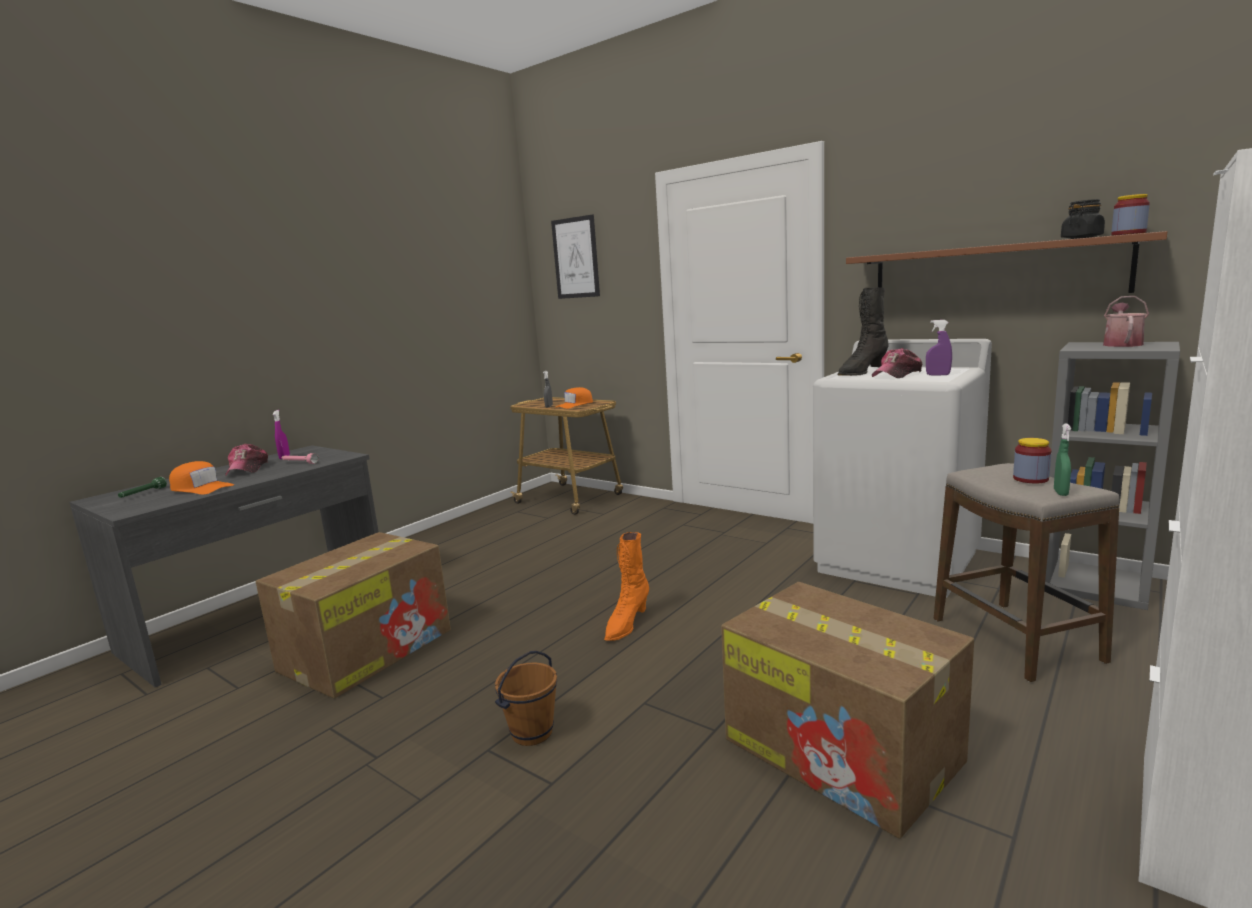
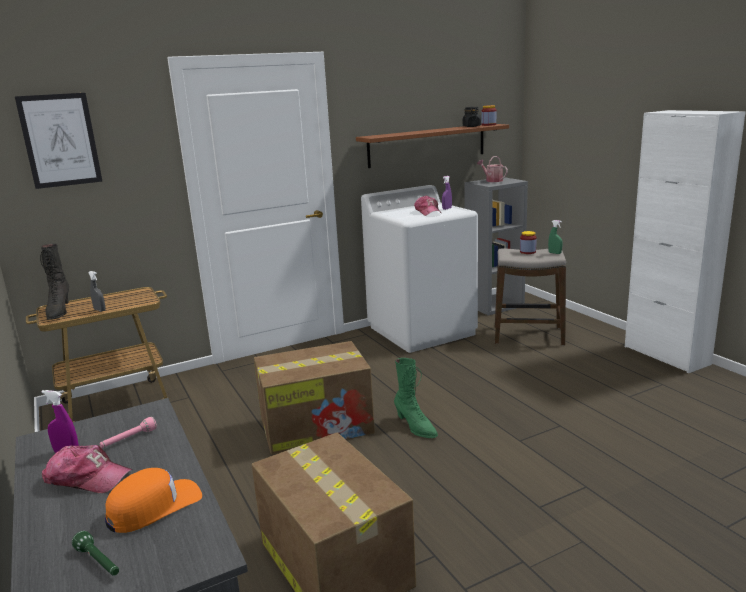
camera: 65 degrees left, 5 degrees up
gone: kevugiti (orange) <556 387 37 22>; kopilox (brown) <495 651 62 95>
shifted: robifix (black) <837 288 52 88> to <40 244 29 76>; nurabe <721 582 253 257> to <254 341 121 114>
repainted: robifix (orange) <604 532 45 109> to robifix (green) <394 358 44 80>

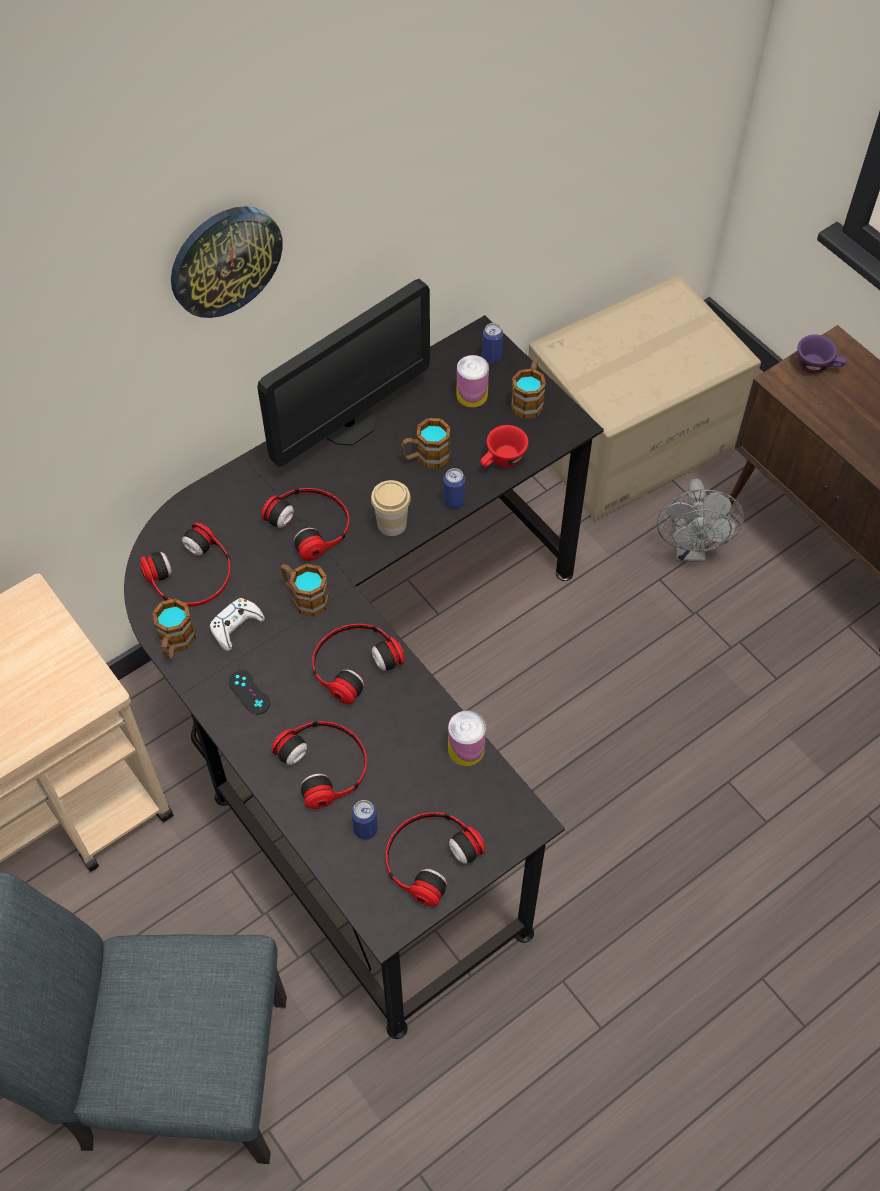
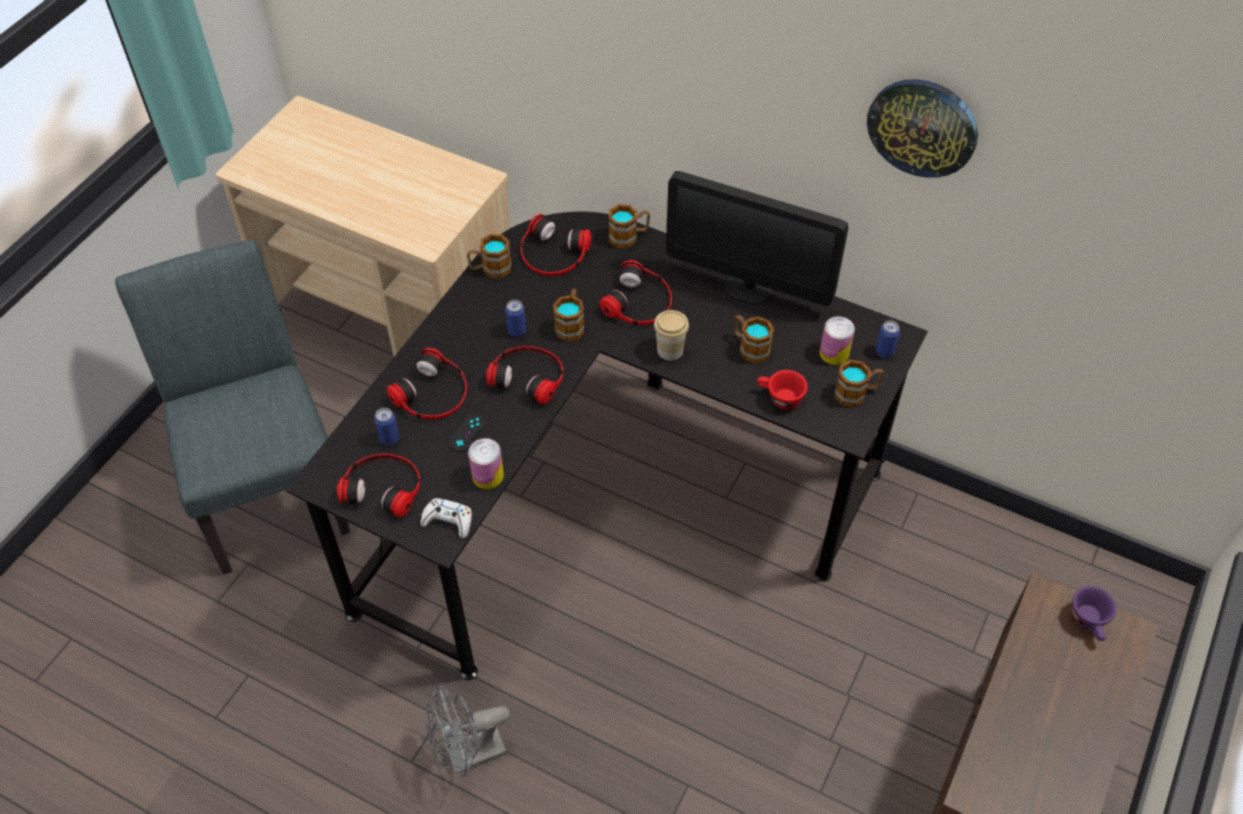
camera: 65 degrees right, 5 degrees down
gone: nurabe <528 275 233 245>
new: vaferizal <608 204 42 44>
shifted: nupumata <171 206 112 112> to <867 79 111 99>; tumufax <444 468 21 41> to <505 300 21 37>; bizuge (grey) <657 479 87 83> to <425 685 85 92>; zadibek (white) <210 598 55 53> to <420 498 52 40>; zadibek (black) <228 670 42 45> to <450 415 35 37>

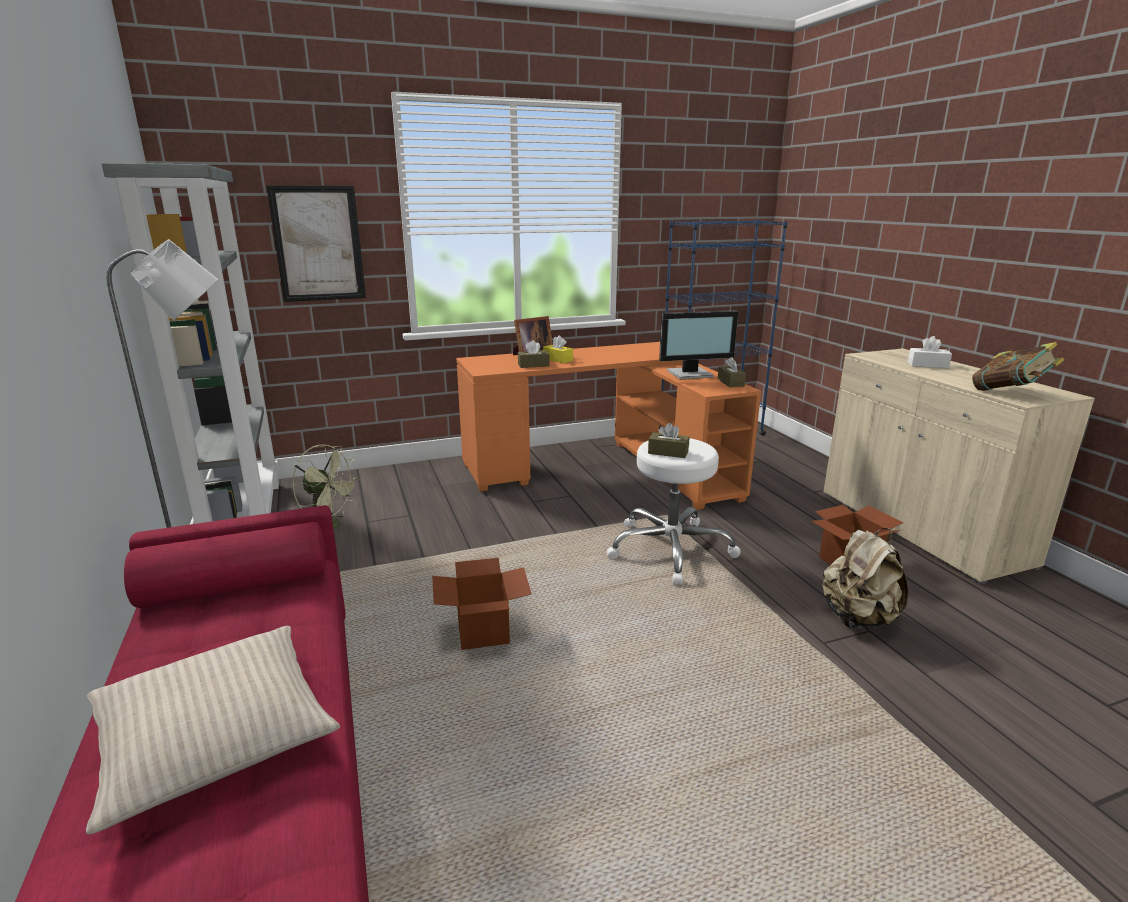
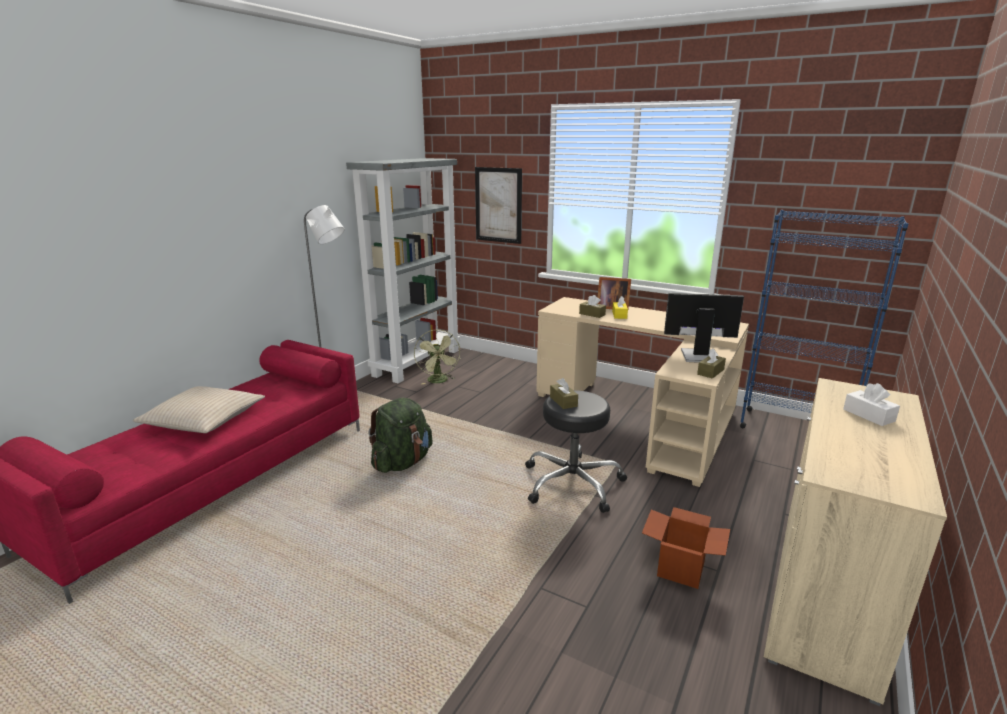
camera: 50 degrees right, 0 degrees up
gone: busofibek <972 342 92 49>; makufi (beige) <822 528 86 101>
swapped: nurabe <432 558 100 92> to makufi (green) <368 398 65 75>
repainted: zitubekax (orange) <456 342 305 168> to zitubekax (beige) <536 297 213 190>; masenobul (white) <606 438 134 147> to masenobul (black) <525 390 102 123>
rotated: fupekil <659 310 79 69> = <664 293 80 70> 150 degrees clockwise

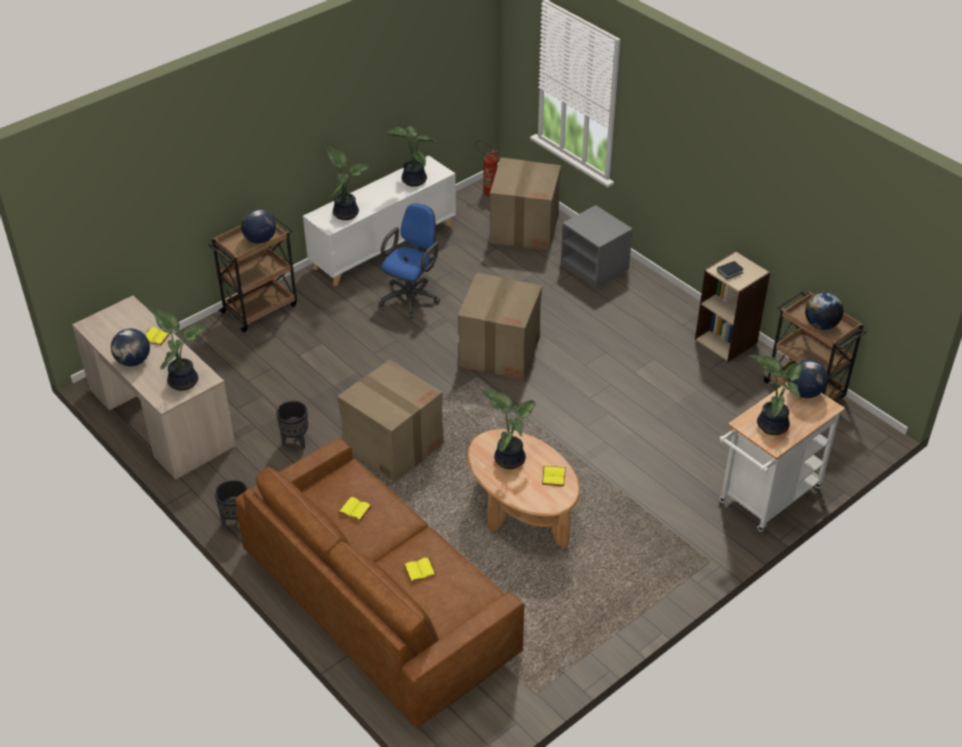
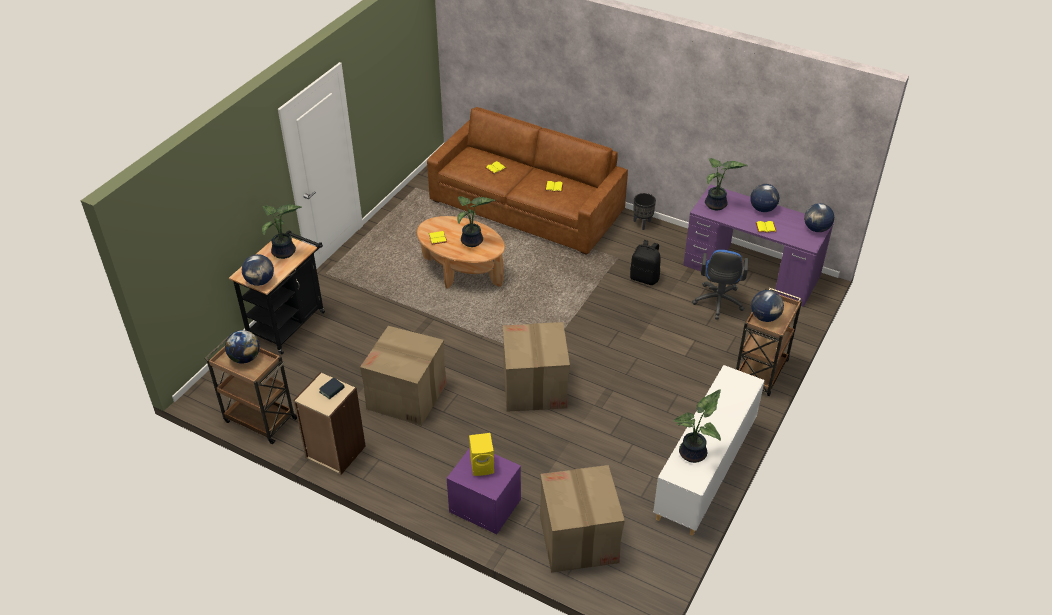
camera: 160 degrees right, 0 degrees up
gone: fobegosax <475 140 24 56>; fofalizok <325 146 45 74>
new: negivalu <804 203 30 29>; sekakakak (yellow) <469 433 25 43>
shifted: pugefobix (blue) <378 204 62 115> to <692 250 57 70>; nurabe <337 359 107 124> to <360 326 87 100>
swapped: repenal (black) <276 401 32 48> to makufi (black) <630 240 30 45>
repainted: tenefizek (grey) <561 205 72 83> to tenefizek (purple) <446 448 75 86>; zitubekax (beige) <72 295 163 185> to zitubekax (purple) <683 184 151 123>; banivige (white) <719 383 126 149> to banivige (black) <229 230 96 124>

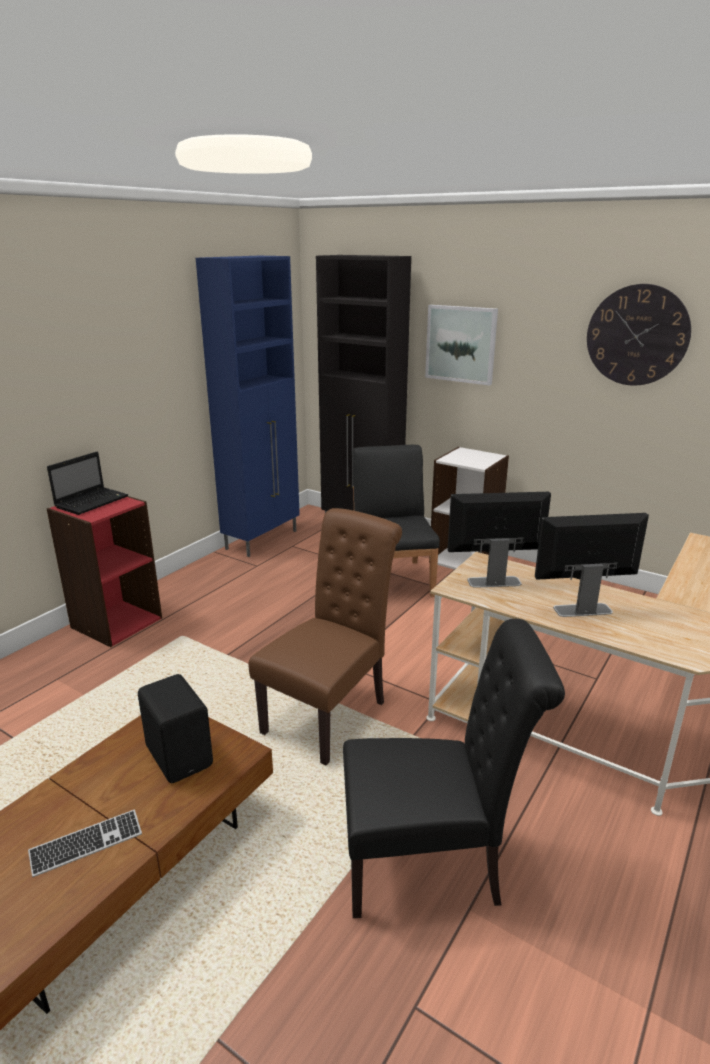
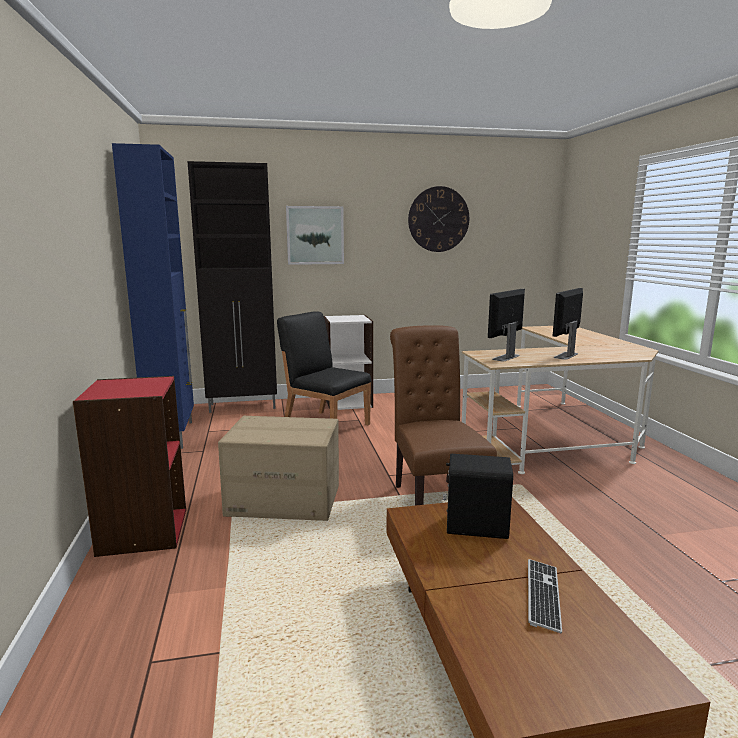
camera: 45 degrees left, 10 degrees down
gone: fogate <47 452 81 63>; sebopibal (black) <343 619 222 299>
new: nurabe <218 416 121 105>

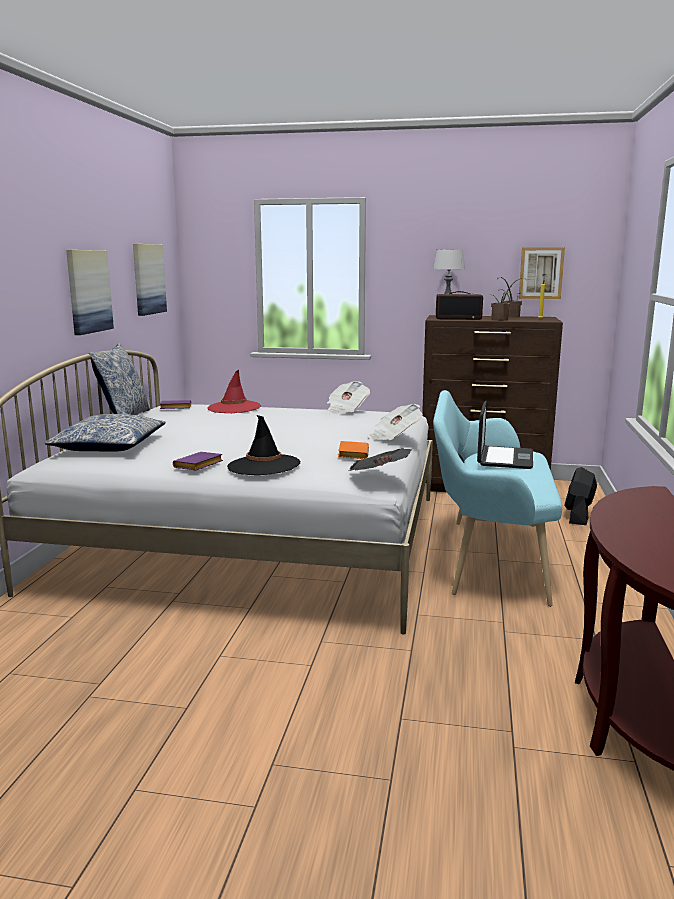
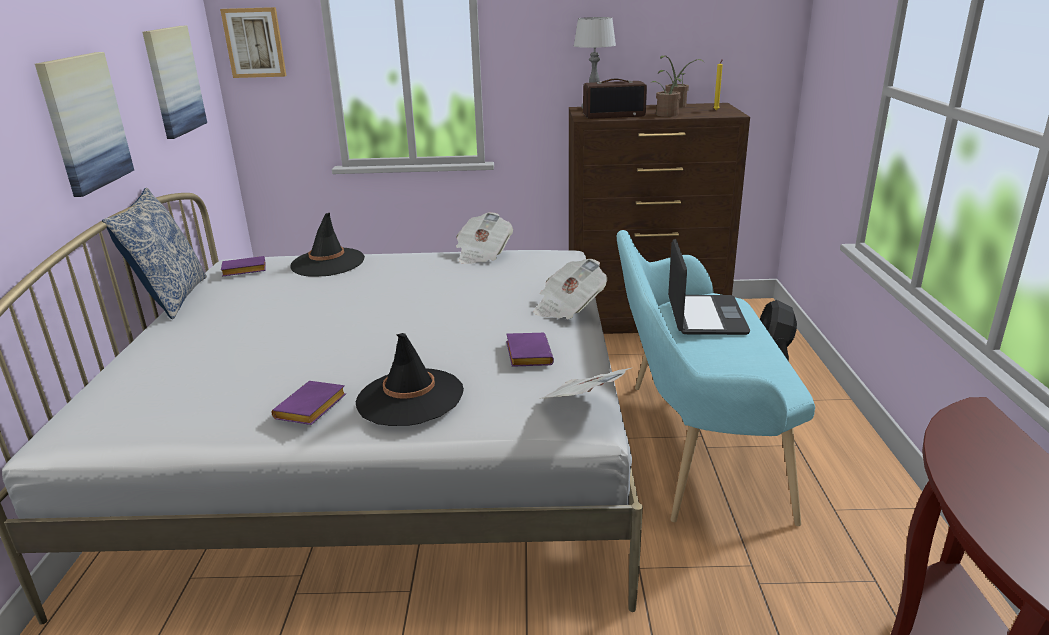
camera: 10 degrees left, 10 degrees up
gone: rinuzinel <45 414 121 38>
shifted: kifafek <519 247 46 52> to <220 7 67 71>
repainted: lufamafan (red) <207 370 54 43> to lufamafan (black) <290 213 75 63>; busofibek (orange) <338 441 31 18> to busofibek (purple) <506 333 48 34>

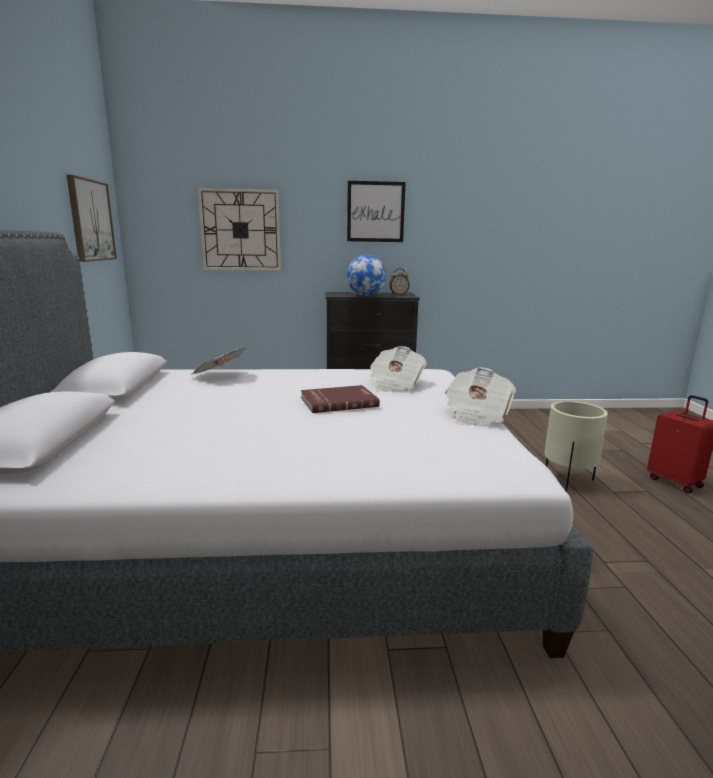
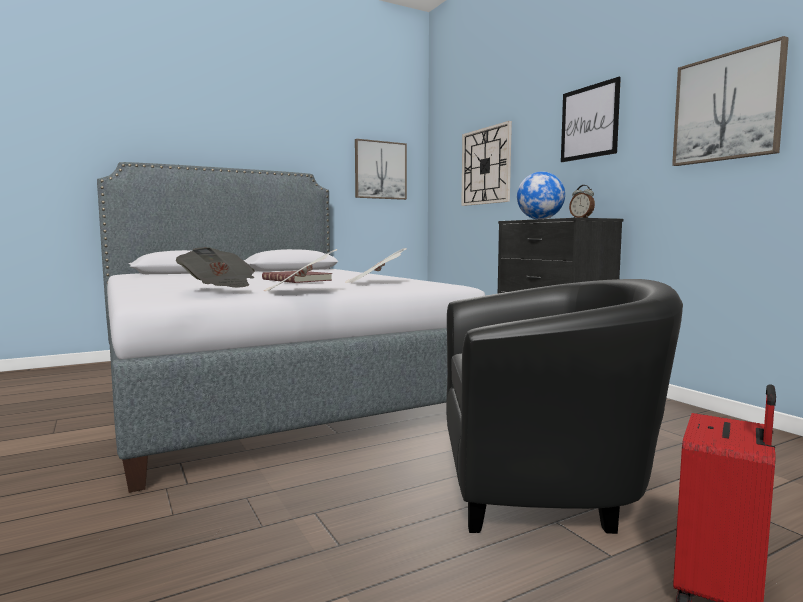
camera: 65 degrees right, 10 degrees down
new: kifafek <672 36 117 130>
shifted: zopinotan <191 347 56 28> to <176 247 79 40>
swapped: repenal (beige) <545 401 63 91> to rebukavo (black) <447 279 236 255>

